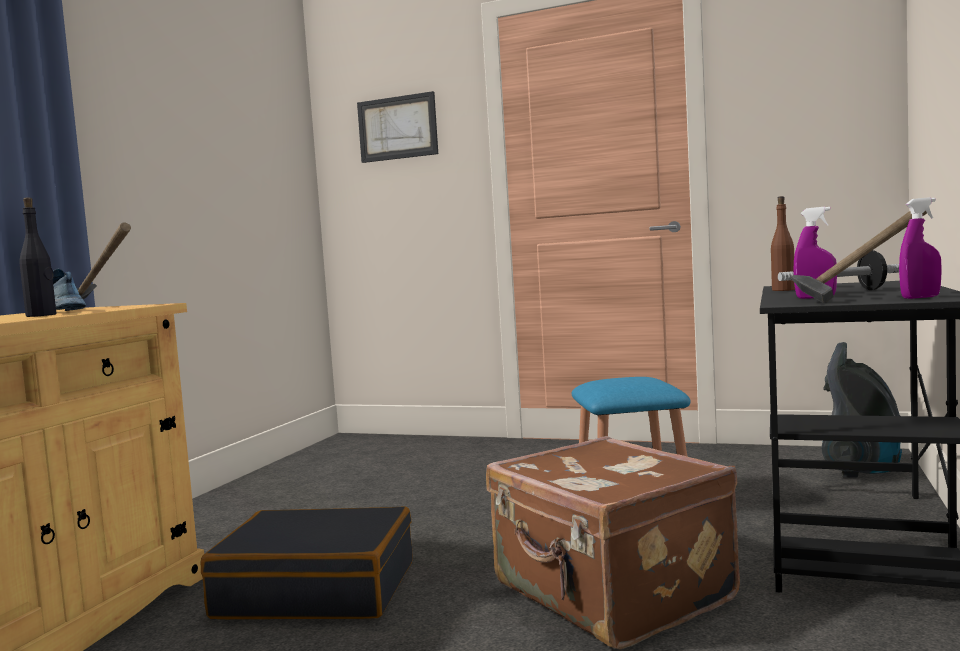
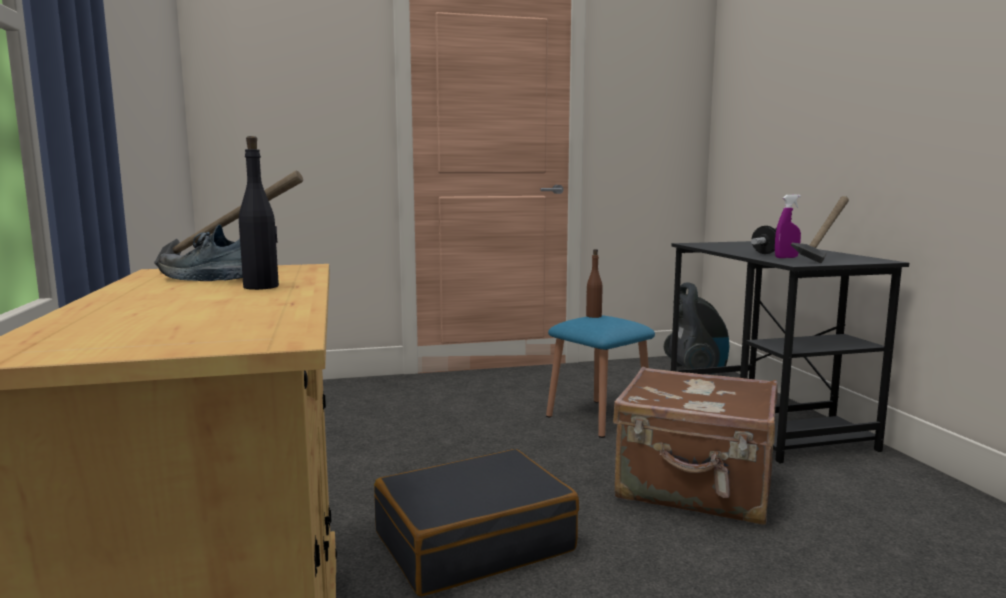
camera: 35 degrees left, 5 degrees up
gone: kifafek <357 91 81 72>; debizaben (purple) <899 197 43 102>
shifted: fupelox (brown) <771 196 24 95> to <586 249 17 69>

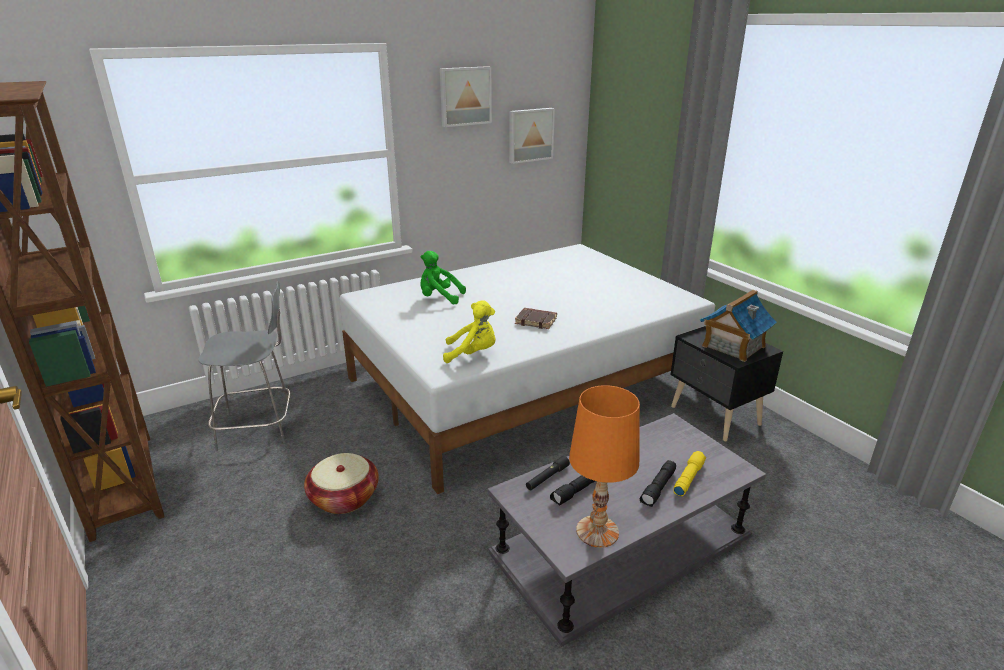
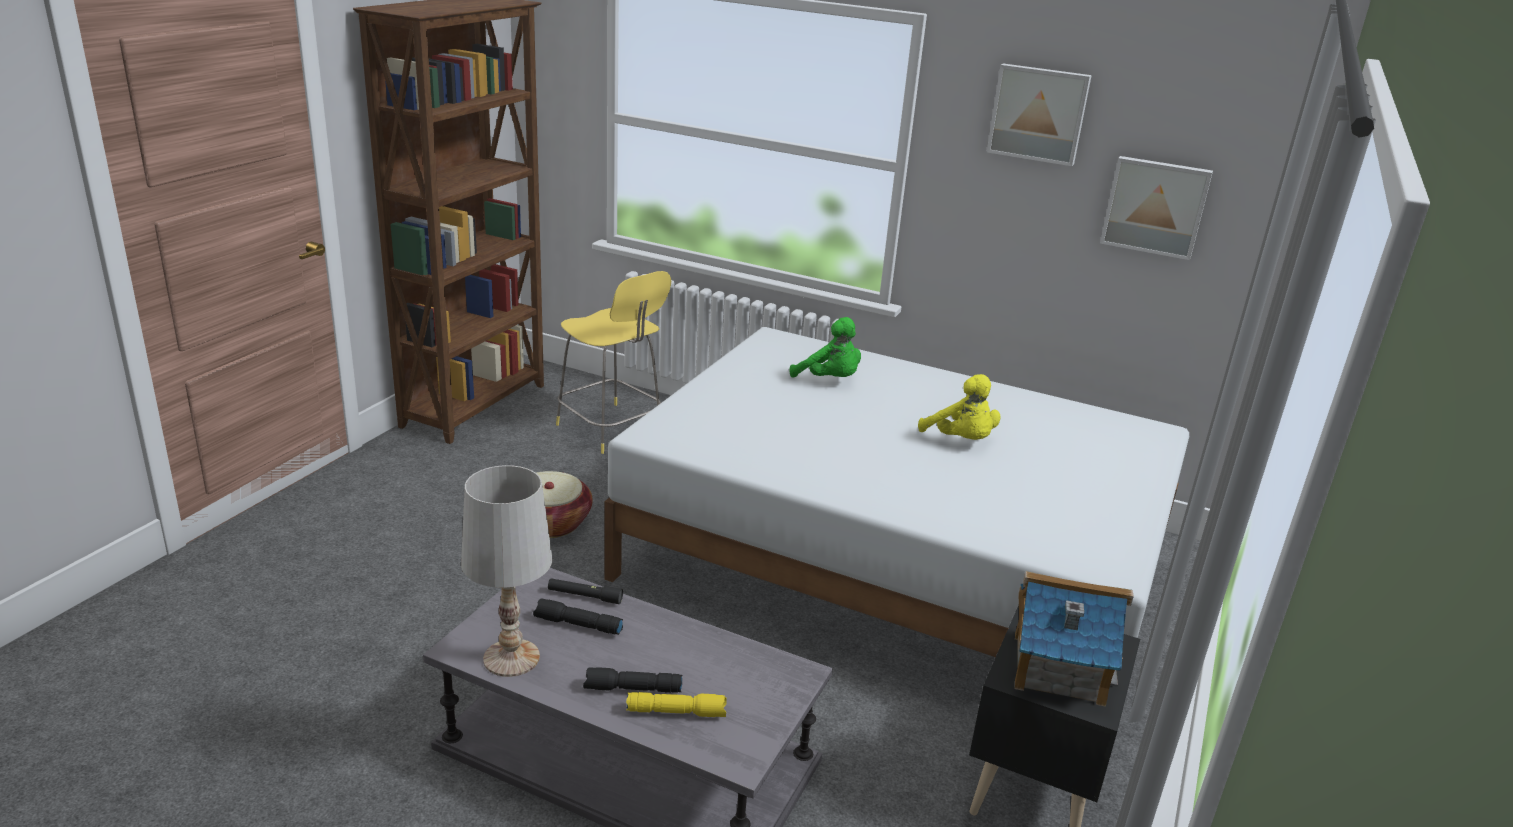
camera: 55 degrees right, 0 degrees up
gone: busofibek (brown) <515 308 42 21>
shifted: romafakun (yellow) <443 300 53 63> to <918 374 83 66>
repainted: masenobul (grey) <198 281 94 170> to masenobul (yellow) <556 271 115 183>; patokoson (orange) <569 385 71 163> to patokoson (white) <461 465 92 212>
rotated: romafakun (green) <420 251 46 54> = <789 317 72 61> 150 degrees clockwise

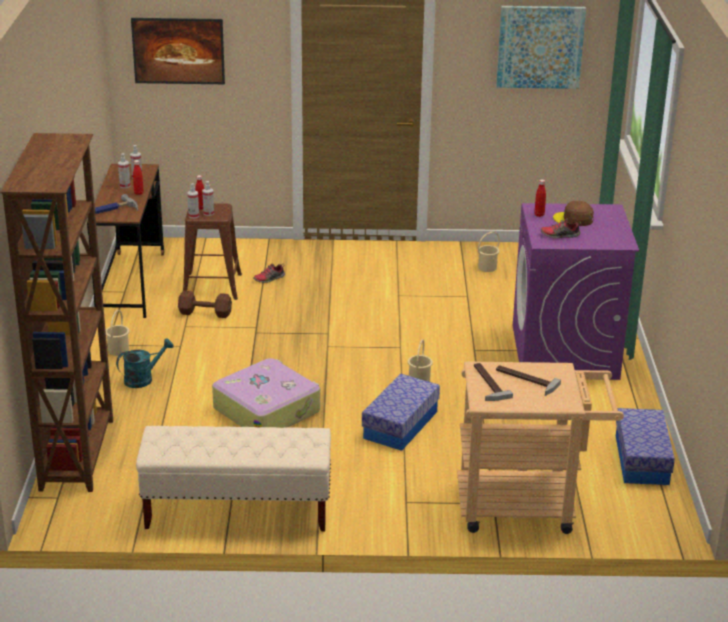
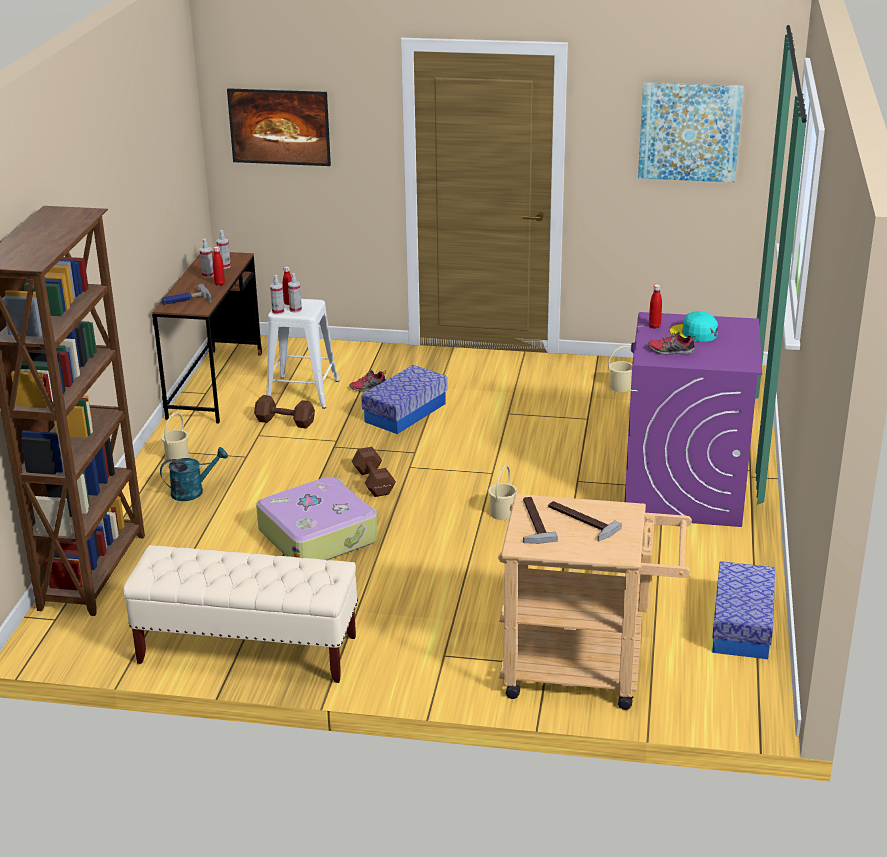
camera: 10 degrees right, 0 degrees up
new: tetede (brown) <352 447 44 50>
shifted: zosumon <362 374 78 77> to <361 365 86 69>
repainted: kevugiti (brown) <553 201 41 25> to kevugiti (turquoise) <670 311 48 31>; masenobul (brown) <183 203 59 97> to masenobul (white) <266 299 73 110>

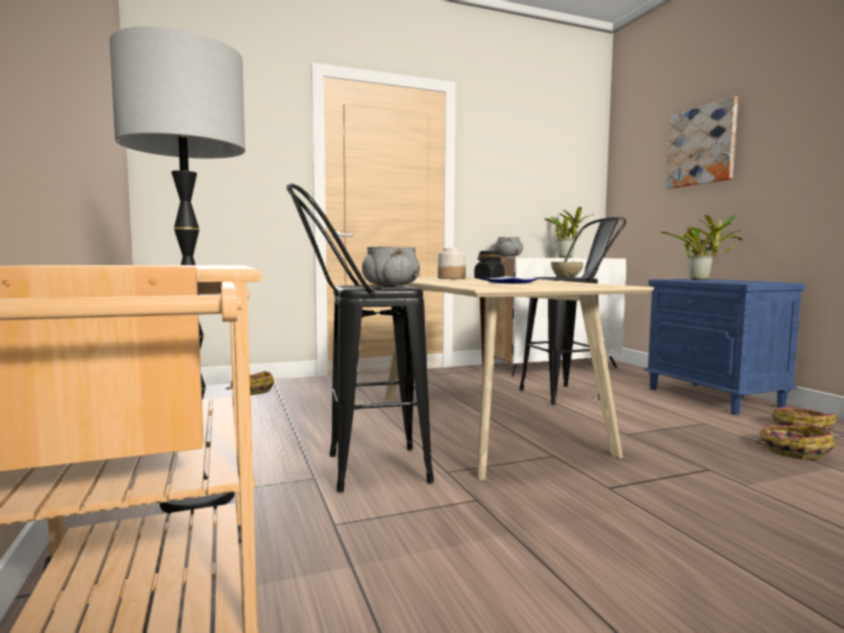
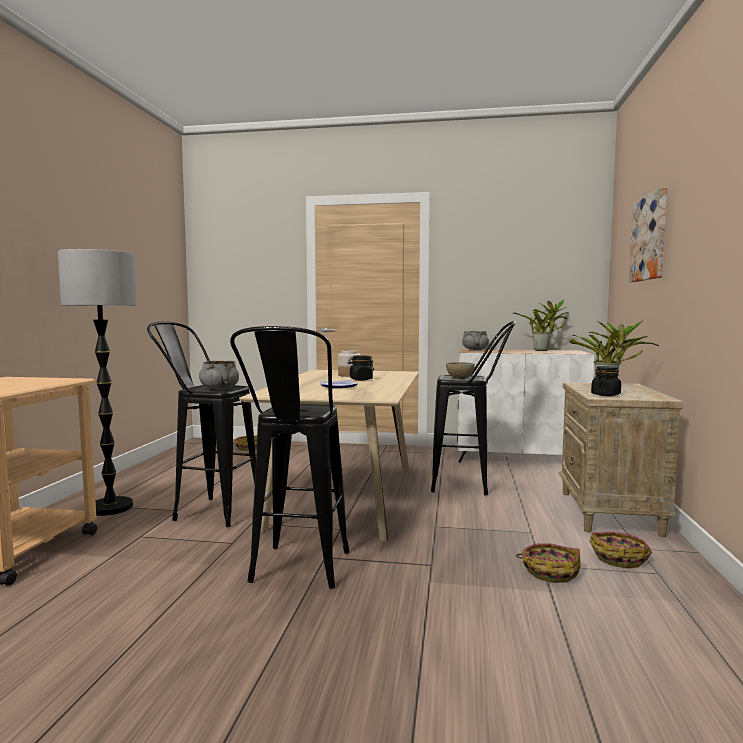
camera: 30 degrees right, 0 degrees up
new: masenobul (black) <230 326 119 263>; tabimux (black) <591 366 30 30>
repainted: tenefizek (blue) <643 279 162 136> to tenefizek (beige) <559 382 124 155>

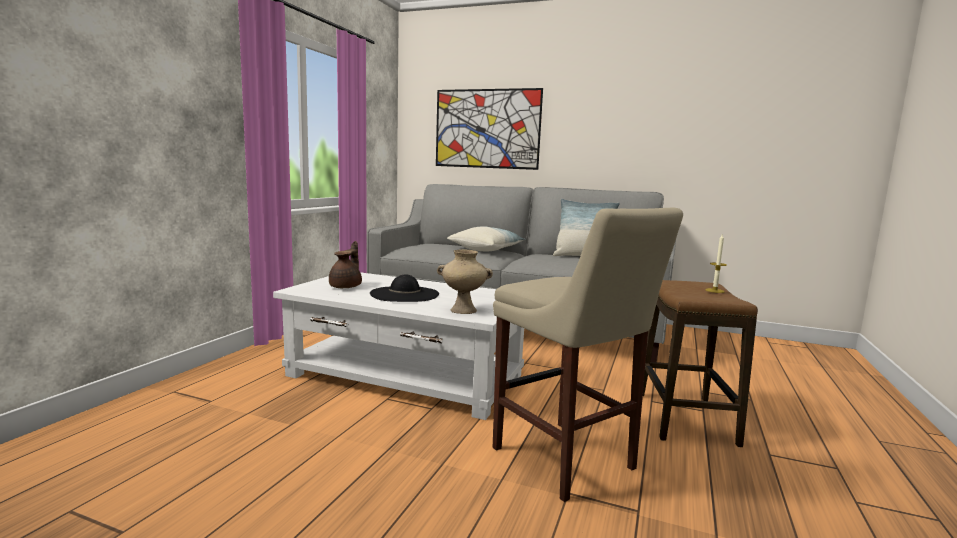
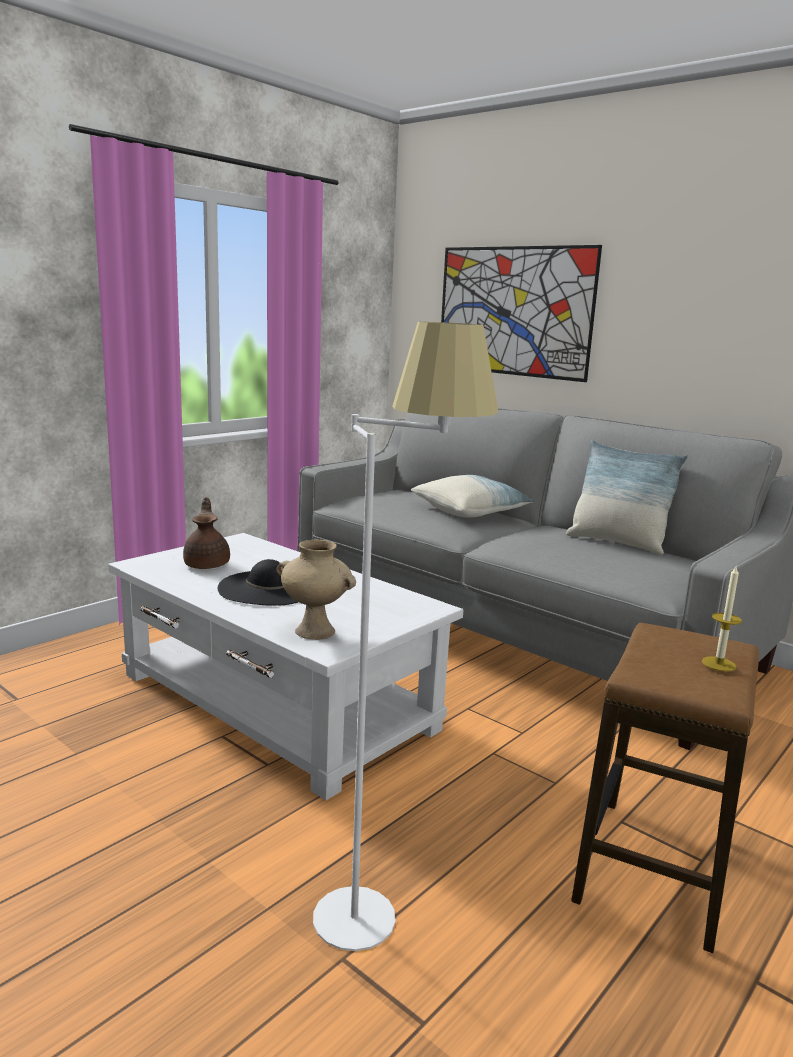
camera: 20 degrees right, 5 degrees up
swapped: masenobul (beige) <493 207 190 295> to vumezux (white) <313 322 186 629>
rotated: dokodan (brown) <329 241 33 47> = <183 497 47 72> 45 degrees counterclockwise

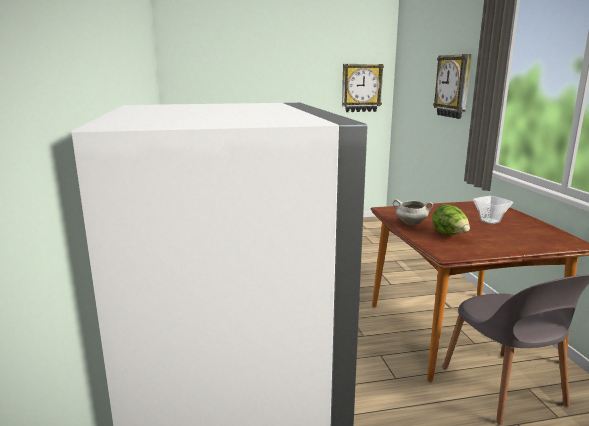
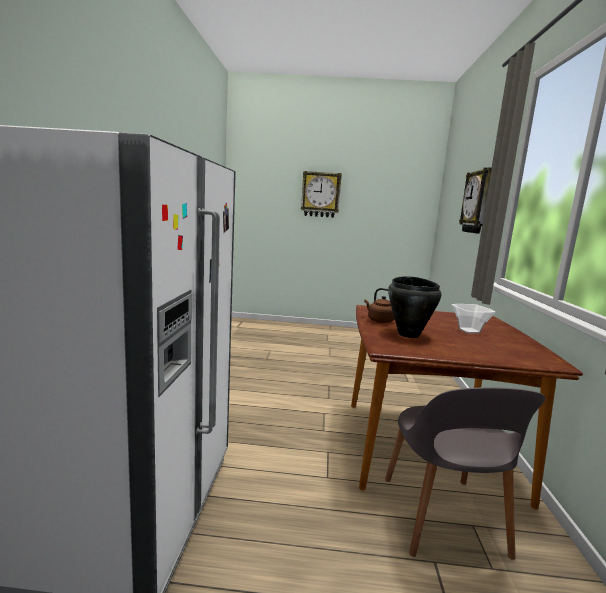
camera: 15 degrees right, 5 degrees down
shifted: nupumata <342 64 42 48> to <301 171 41 47>
swapped: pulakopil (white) <393 199 40 26> to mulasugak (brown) <364 288 31 35>; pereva <432 204 38 31> to pulakopil (black) <388 276 53 62>

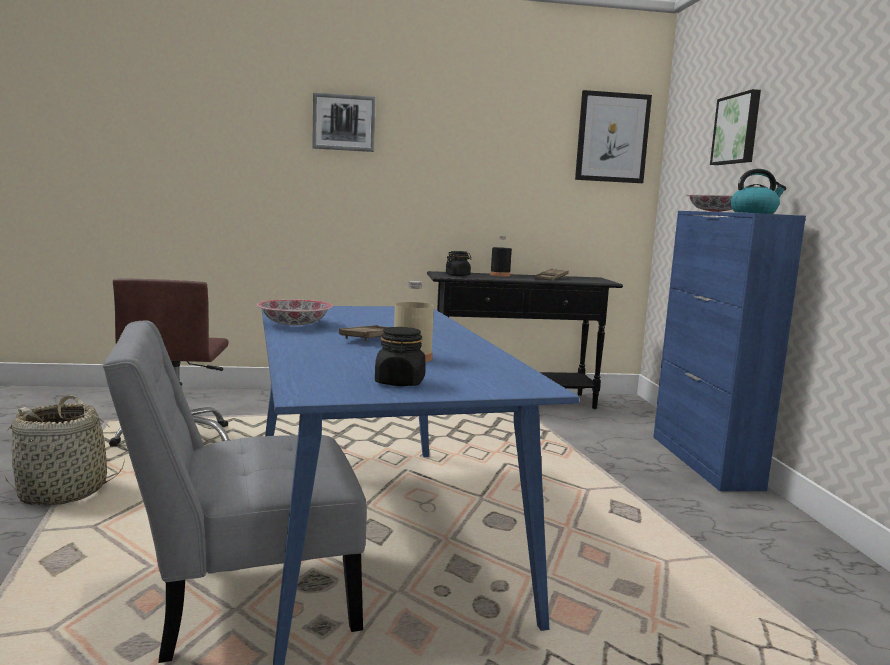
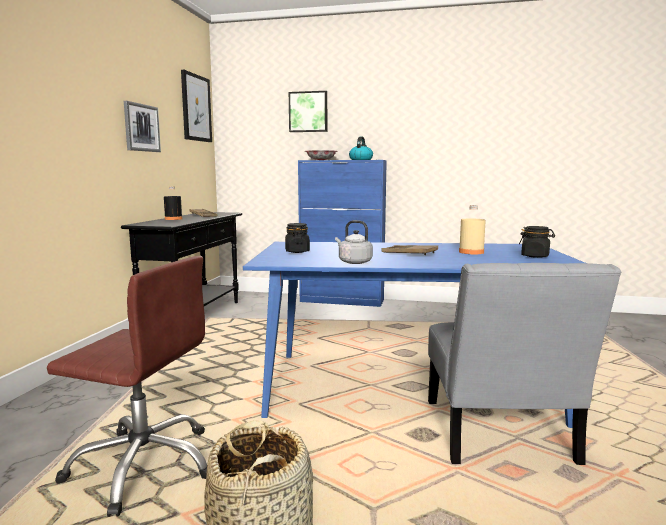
camera: 70 degrees left, 0 degrees up
shifted: kifafek <312 93 64 59> to <124 101 37 51>; tabimux (black) <446 251 26 25> to <285 223 25 30>
swapped: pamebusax <257 299 76 26> to mulasugak (grey) <335 220 38 44>

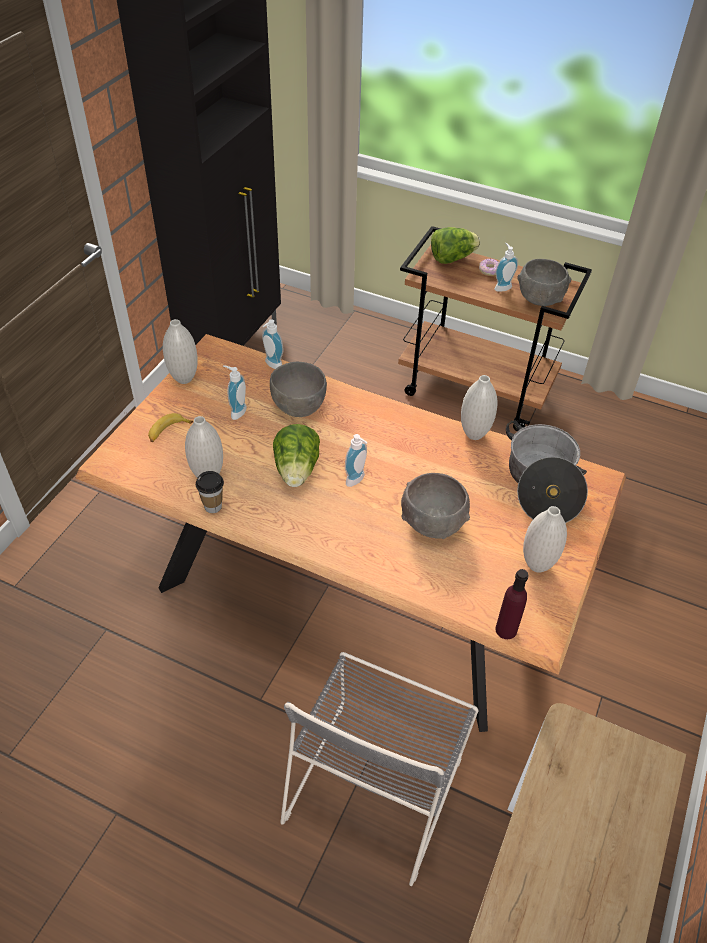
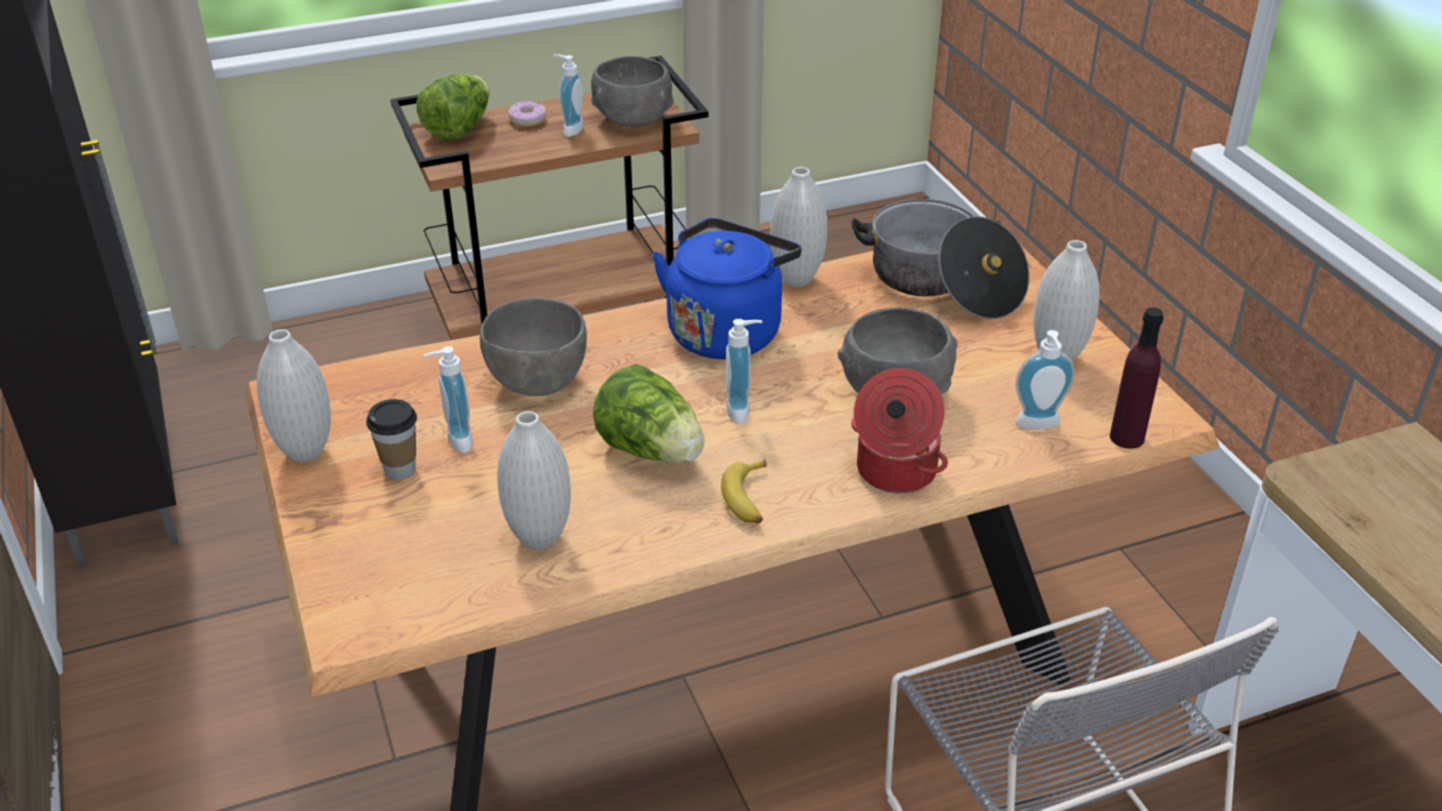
camera: 45 degrees left, 10 degrees down
new: mulasugak (blue) <652 218 149 141>; pulakopil <851 368 97 125>
shifted: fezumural <262 319 21 50> to <1015 330 60 100>; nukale <148 413 45 29> to <721 460 46 64>; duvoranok <196 471 28 42> to <366 399 51 81>

